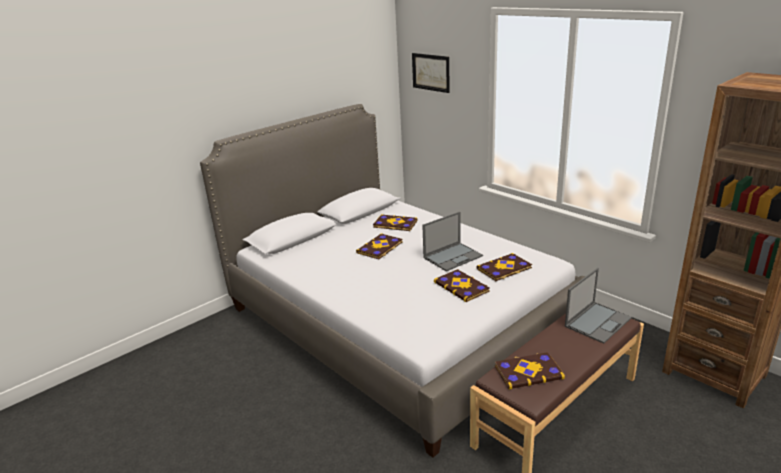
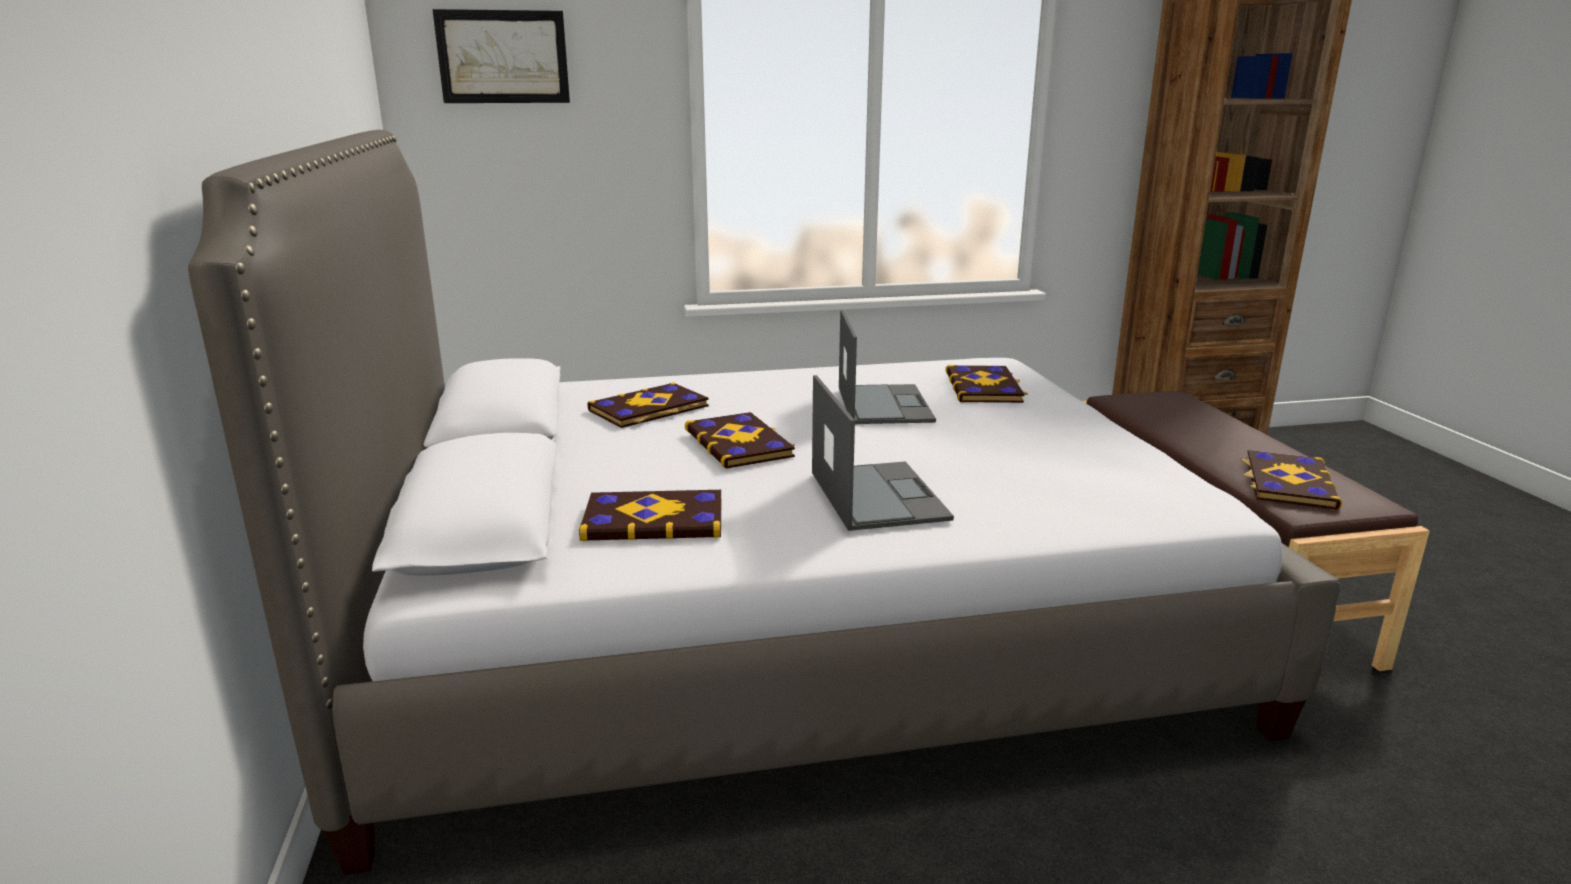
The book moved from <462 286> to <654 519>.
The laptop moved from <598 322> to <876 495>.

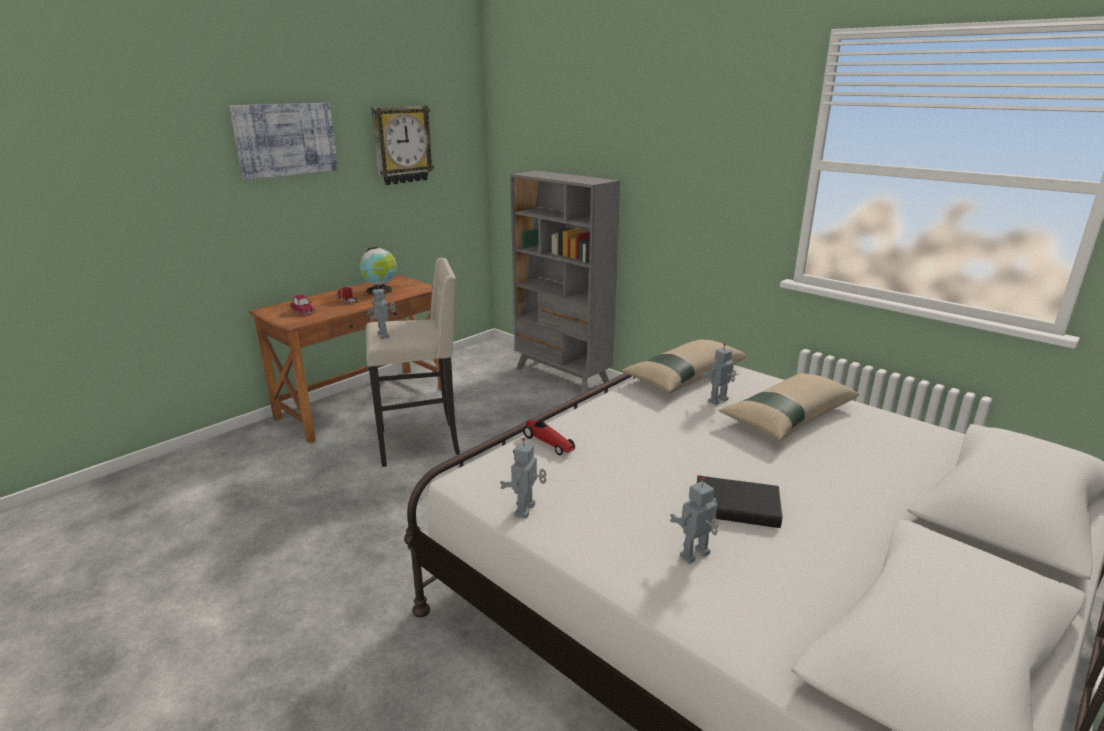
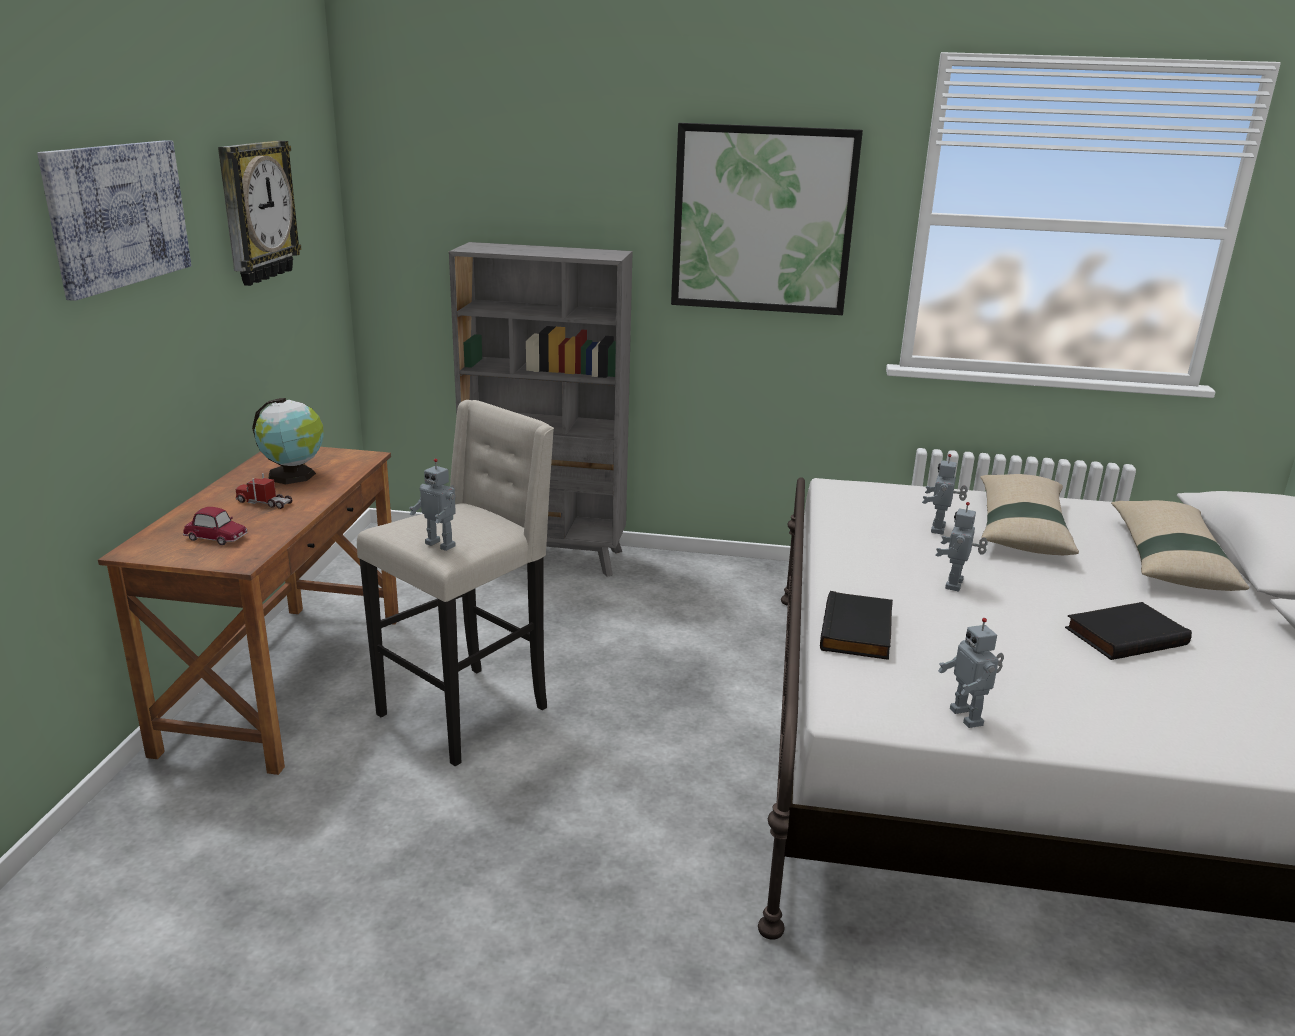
The toy car at <548 443> was replaced by the black book at <859 631>.
The beige pillow moved from <684 375> to <1168 559>.
The toy robot moved from <696 556> to <956 585>.
The picture at <762 220> appeared.

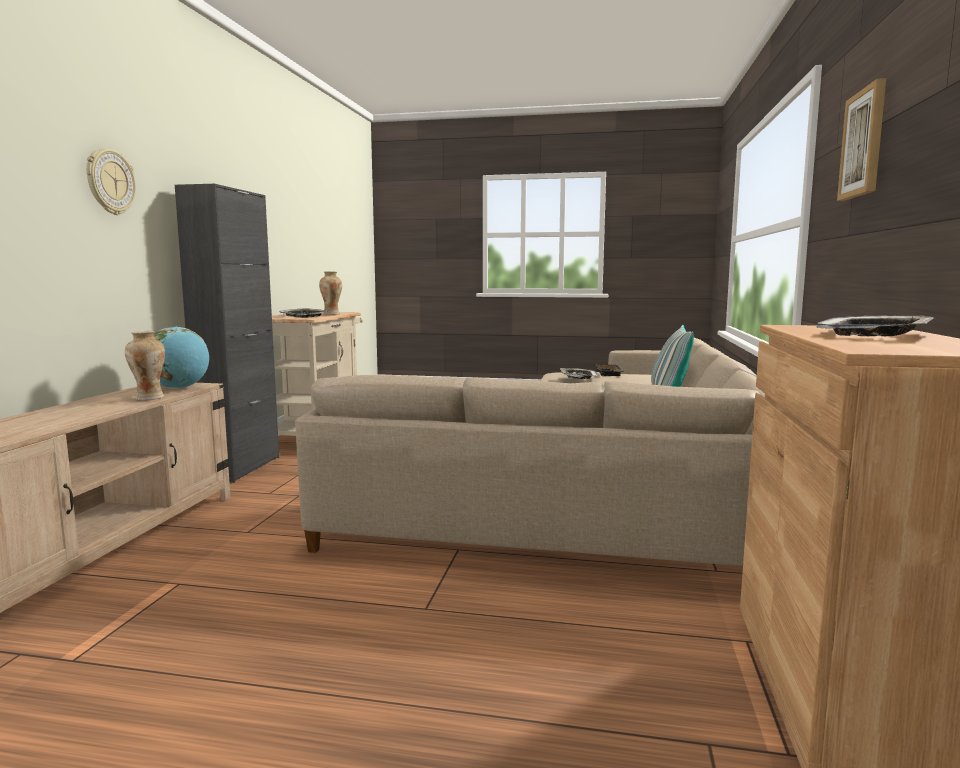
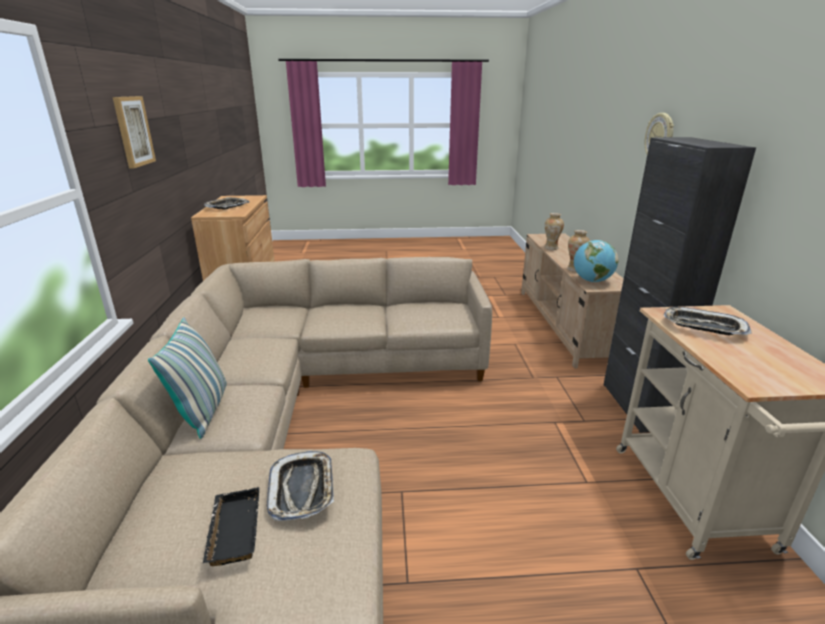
The vase moved from <332 314> to <551 248>.

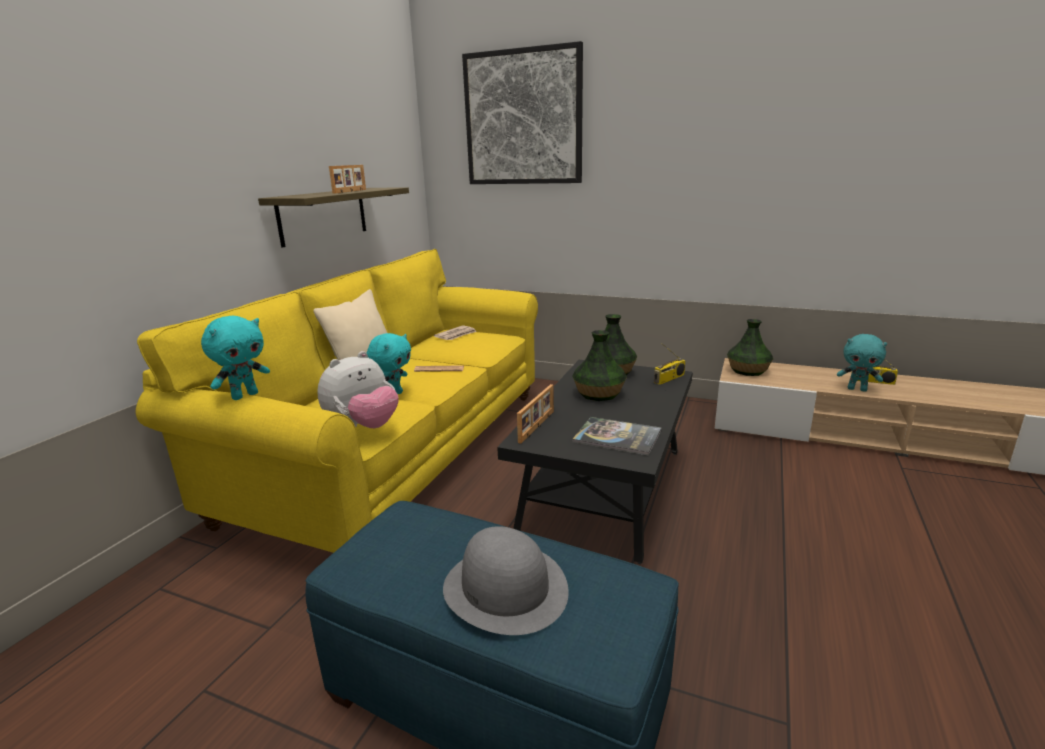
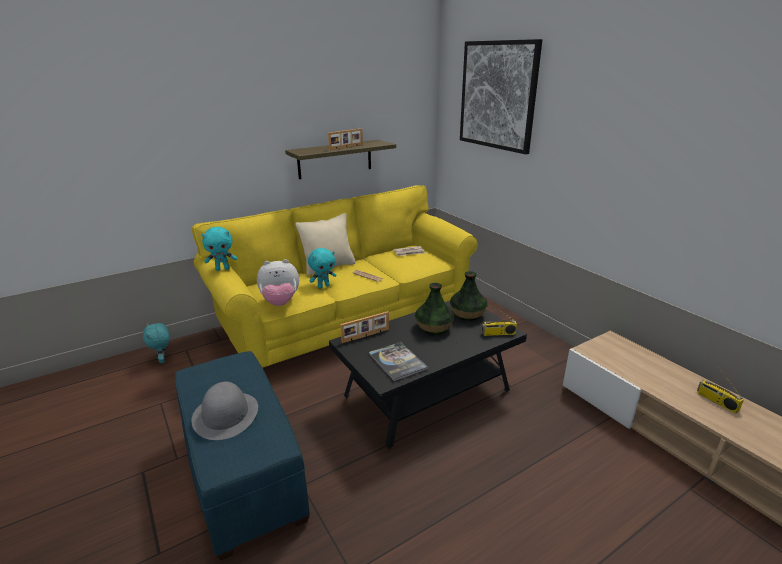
The vase at <748 371> disappeared.
The turquoise plush toy moved from <857 389> to <163 360>.

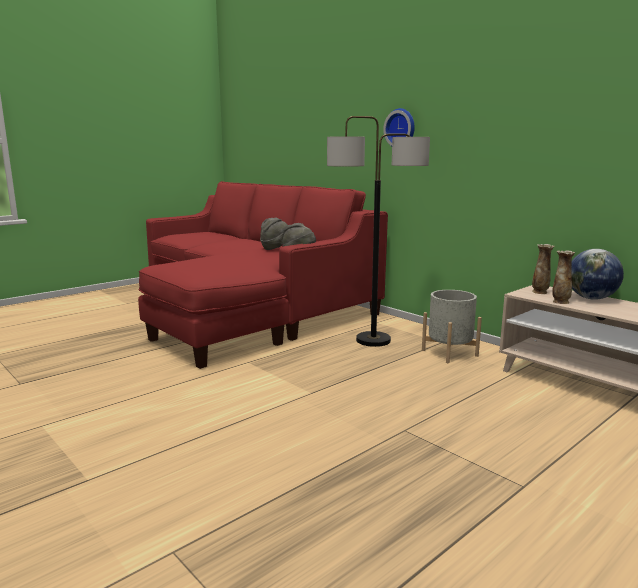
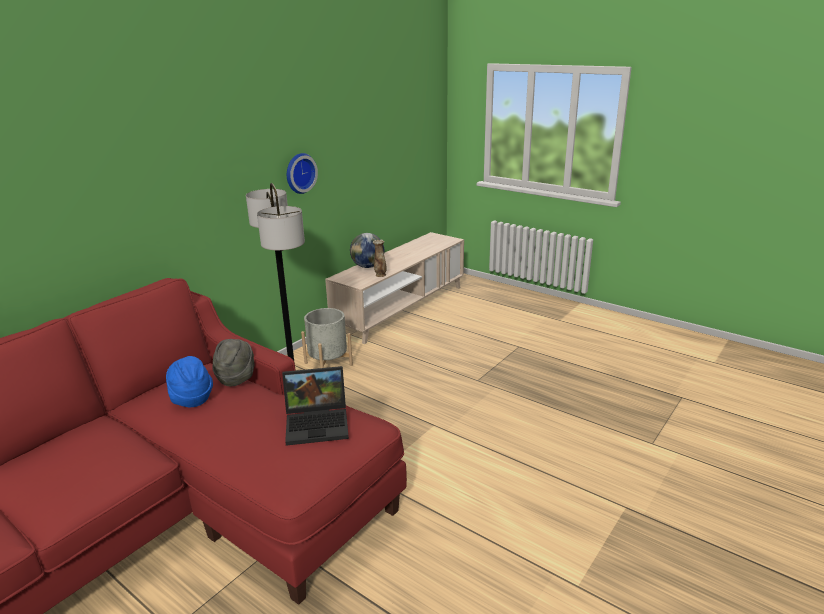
The grey hat at <276 248> became the blue hat at <191 398>.
The wall clock moved from <401 128> to <299 173>.
The vase at <540 292> disappeared.
The laptop at <319 423> appeared.

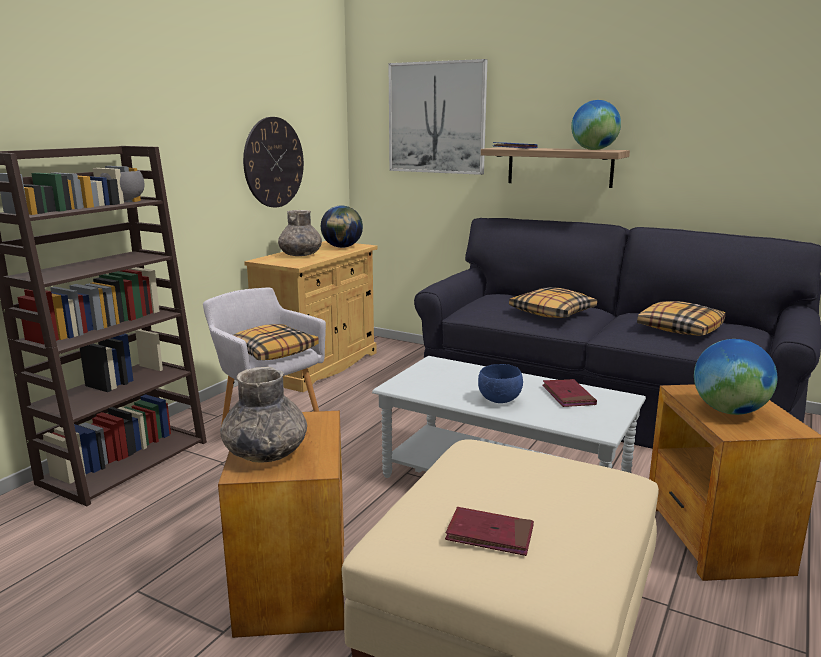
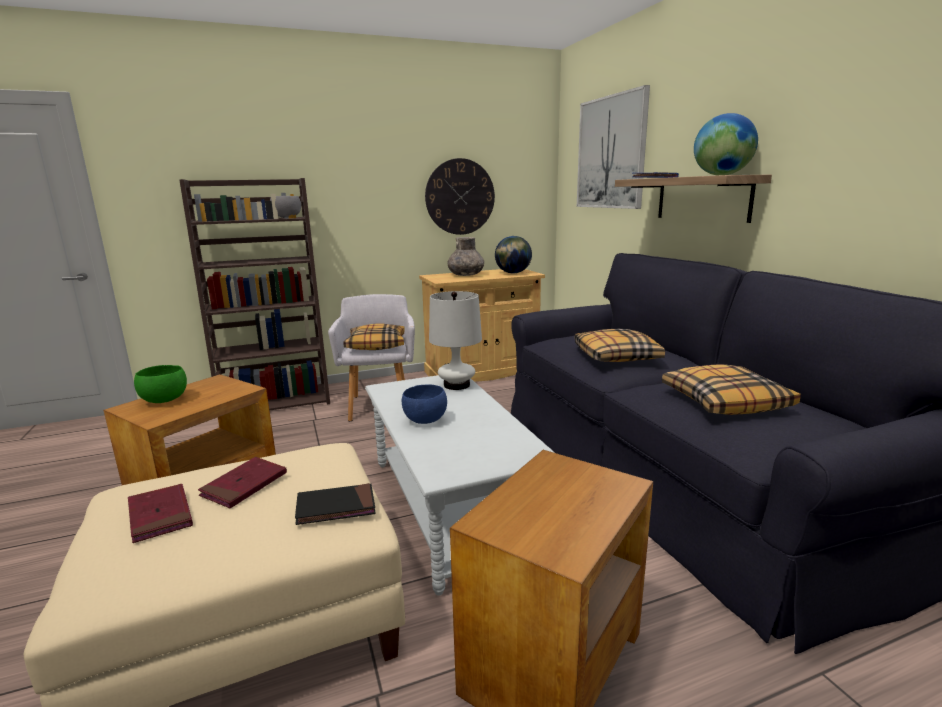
The grey vase at <265 453> was replaced by the green bowl at <164 400>.
The red book moved from <568 396> to <244 485>.
The globe at <729 411> disappeared.
The black book at <336 507> appeared.
The white table lamp at <456 385> appeared.

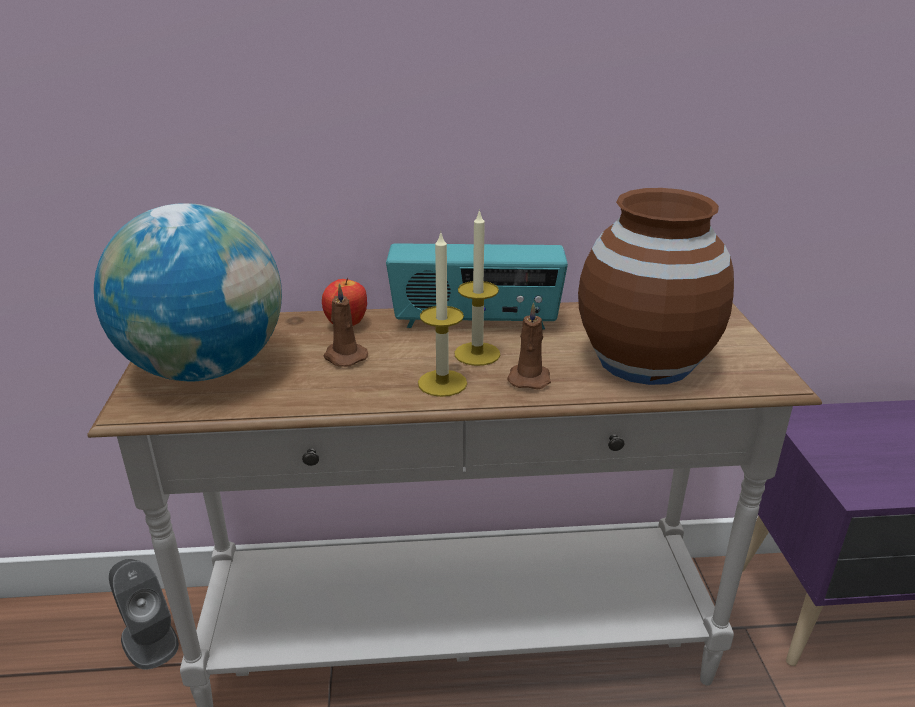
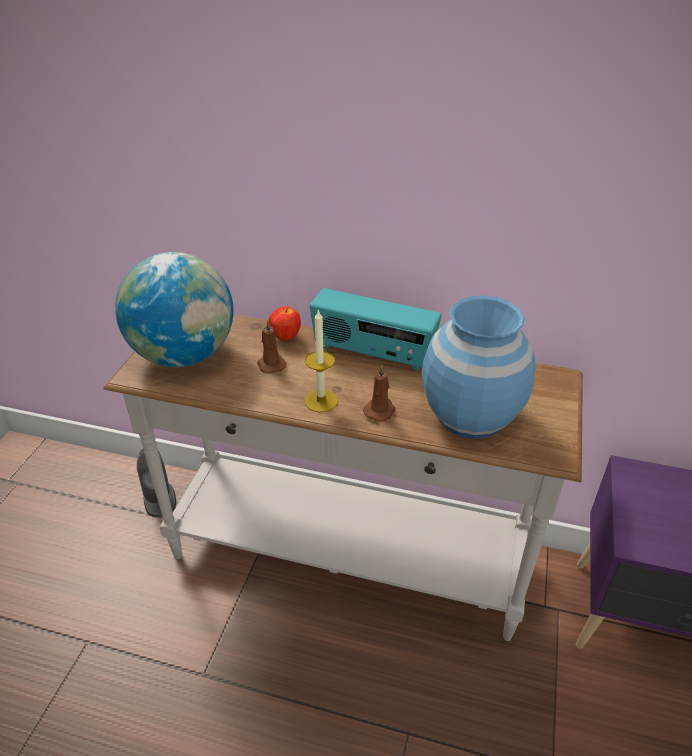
The candle at <477 354> disappeared.
The brown vase at <644 361> became the blue vase at <470 415>.

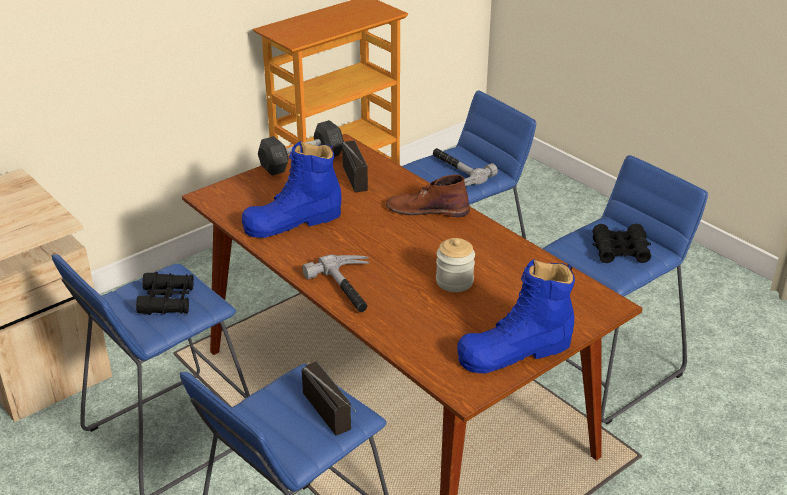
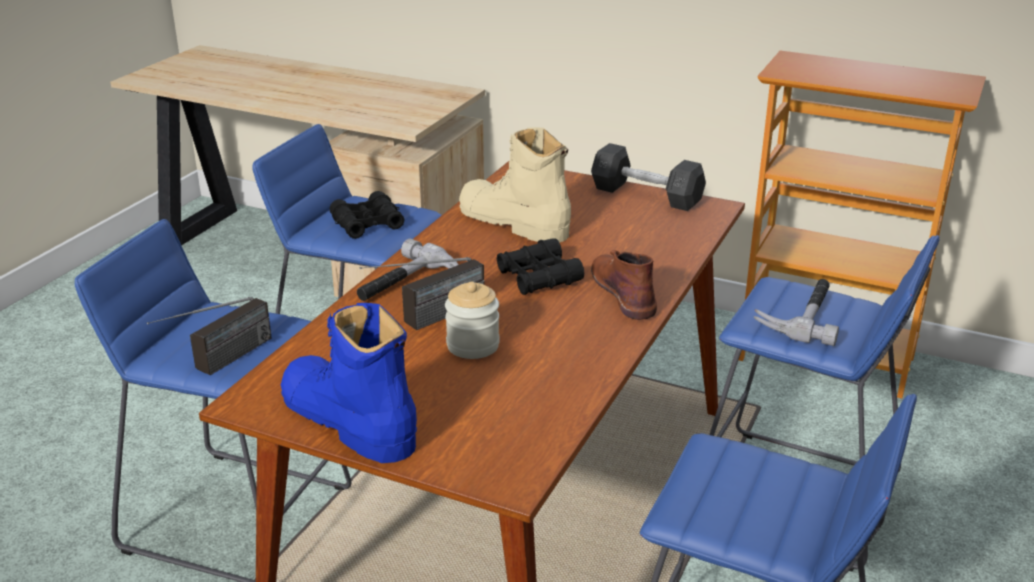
The blue boot at <293 221> became the beige boot at <513 222>.
The radio moved from <360 185> to <427 320>.
The black binoculars moved from <620 250> to <539 277>.

